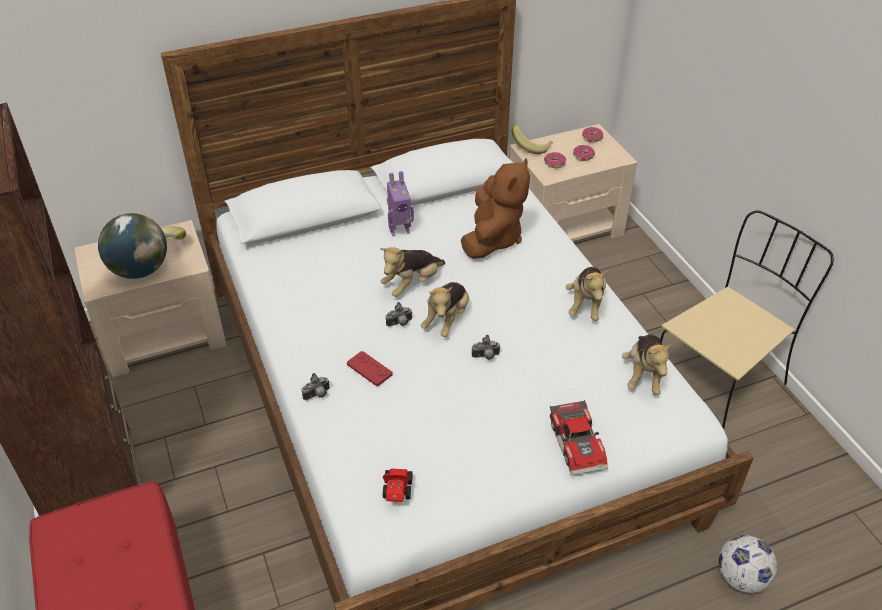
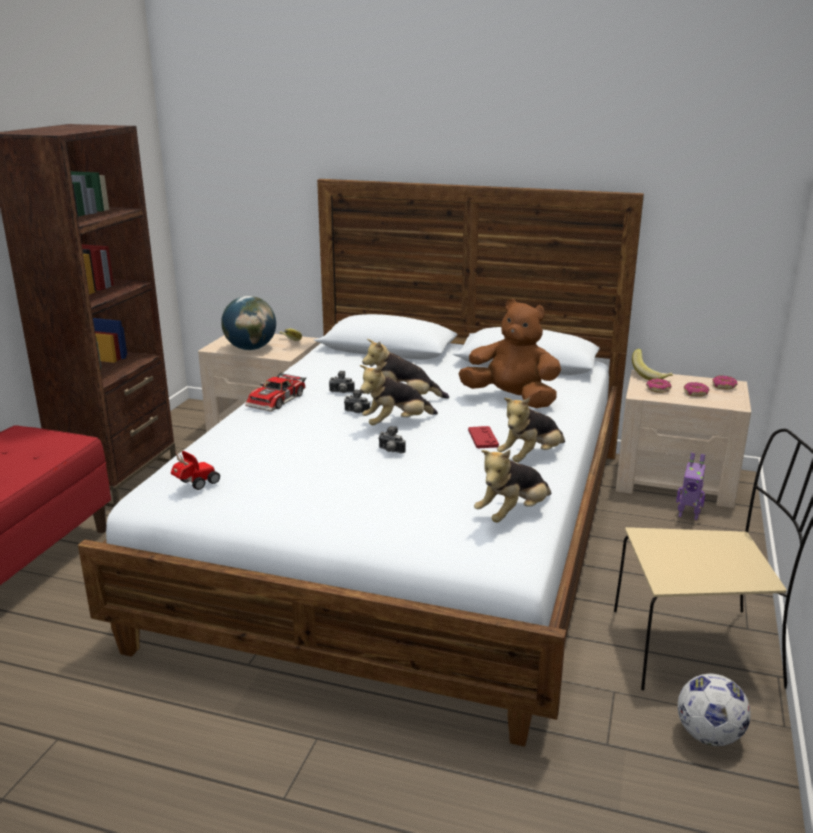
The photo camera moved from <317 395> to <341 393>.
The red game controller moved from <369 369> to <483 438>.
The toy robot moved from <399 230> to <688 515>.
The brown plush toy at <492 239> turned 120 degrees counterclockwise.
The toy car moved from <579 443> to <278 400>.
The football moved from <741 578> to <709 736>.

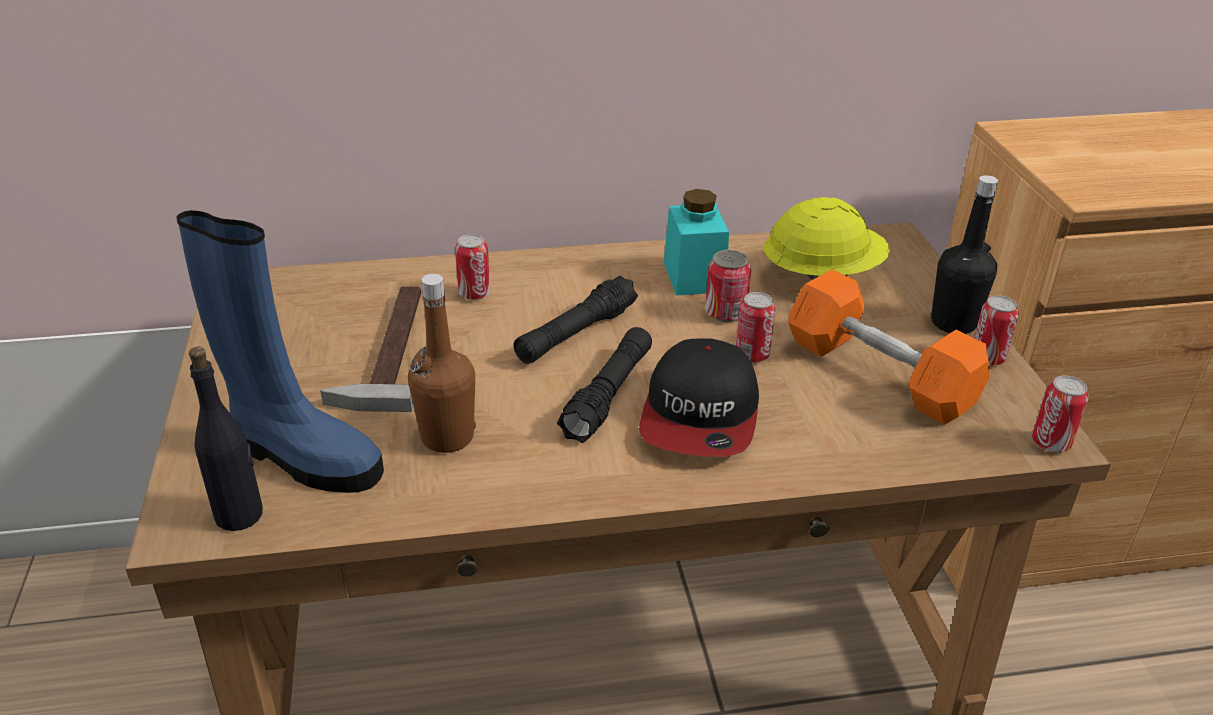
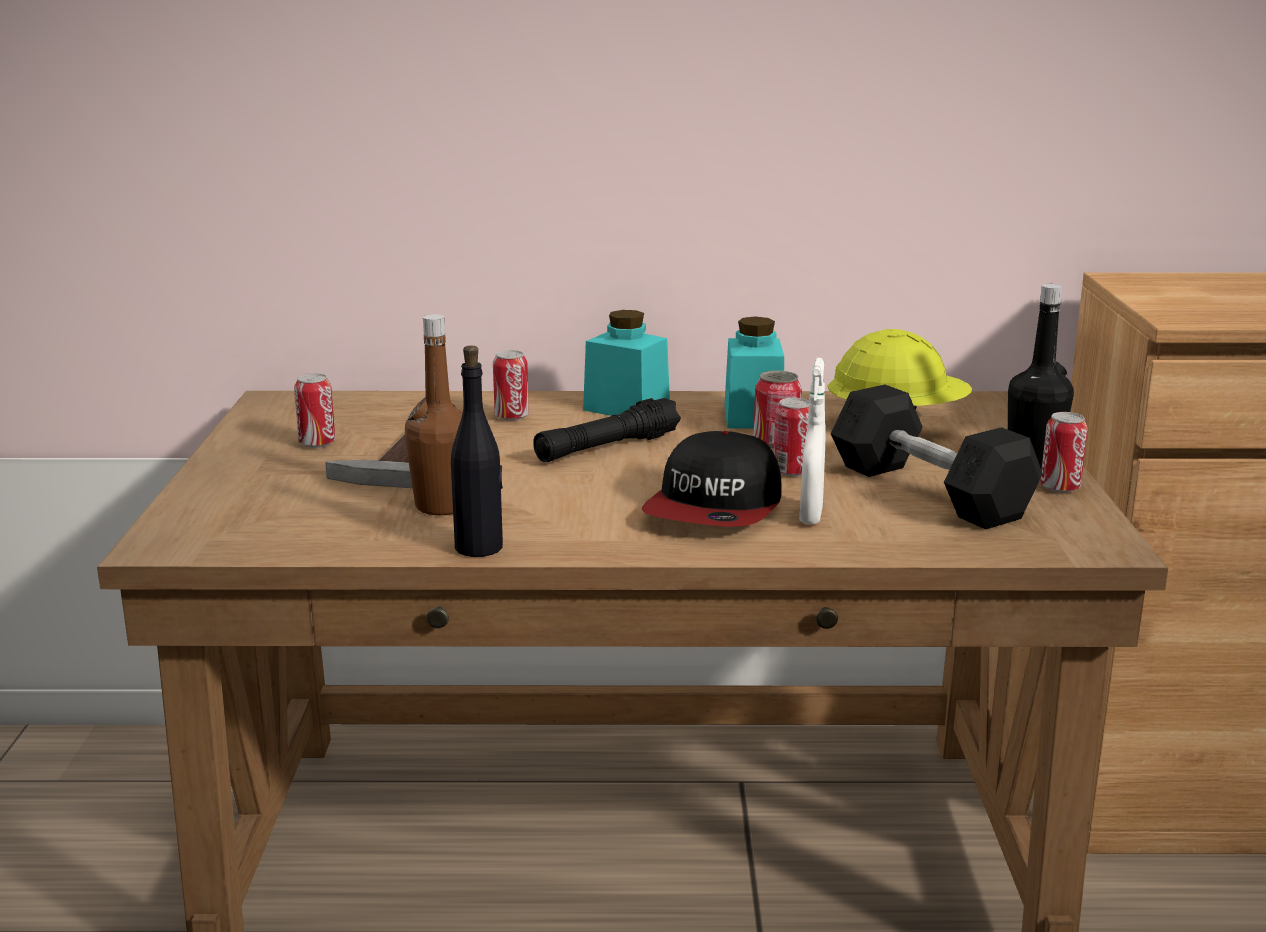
The blue boot at <302 457> disappeared.
The black bottle moved from <240 515> to <480 547>.
The black flashlight at <608 395> disappeared.
The orange dumbbell at <879 373> became the black dumbbell at <929 491>.
The can moved from <1050 443> to <317 443>.
The turquoise jar at <626 408> appeared.
The white spray bottle at <811 516> appeared.

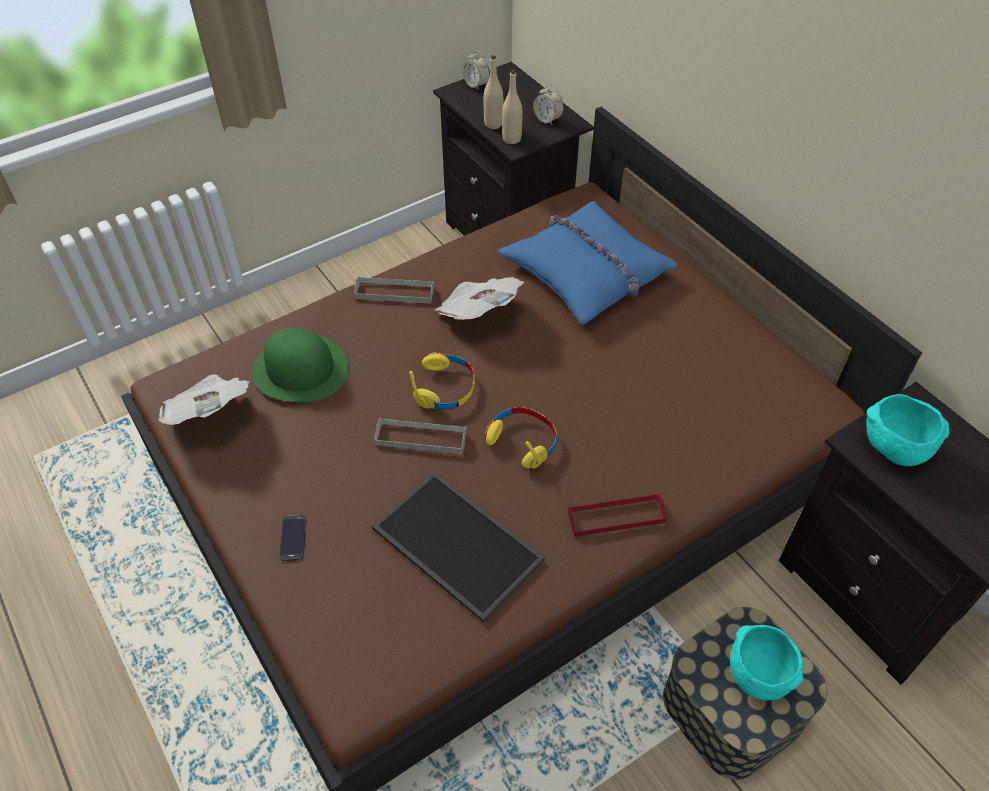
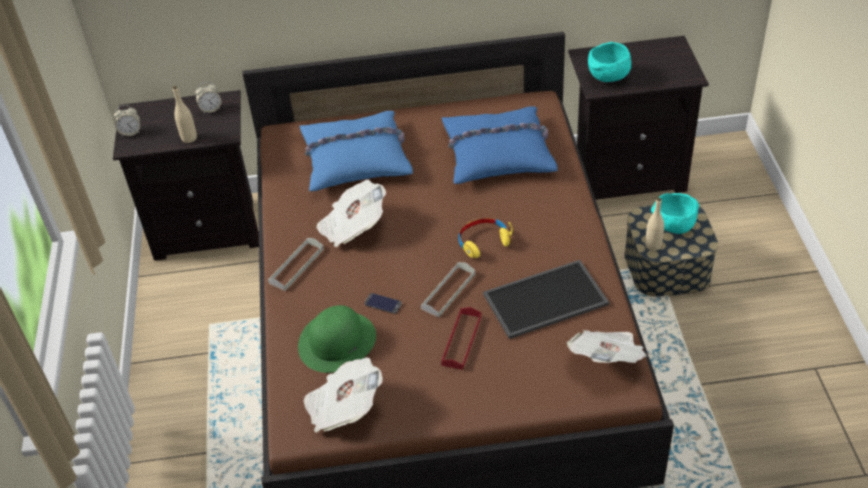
The phone moved from <293 538> to <383 303>.
The yellow headphones at <445 388> disappeared.
The beige bottle moved from <511 139> to <653 245>.
The red tray moved from <616 517> to <461 340>.
The blue pillow at <498 154> appeared.
The newspaper at <607 359> appeared.

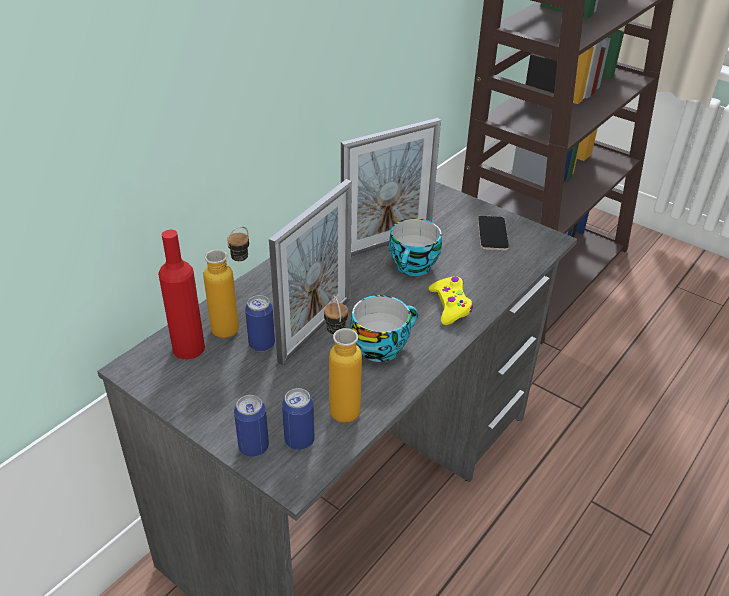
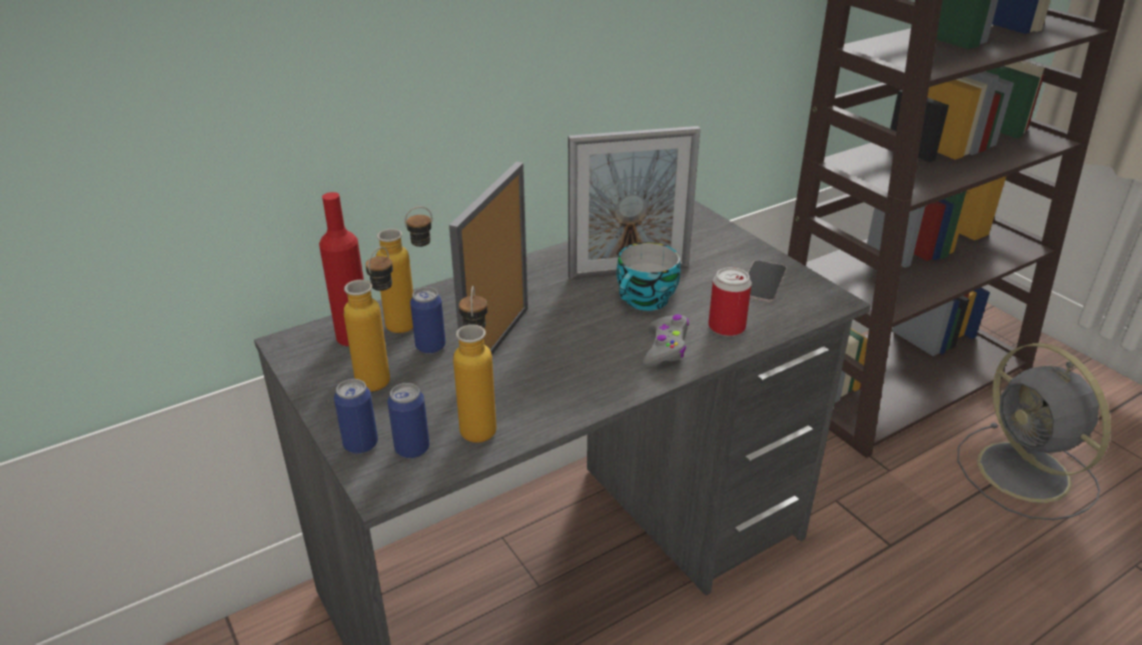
The picture frame at <315 329> turned 150 degrees clockwise.
The cup at <381 346> disappeared.
The yellow game controller at <450 305> became the grey game controller at <666 348>.
The bottle at <382 375> appeared.
The can at <726 327> appeared.
The grey fan at <1026 474> appeared.

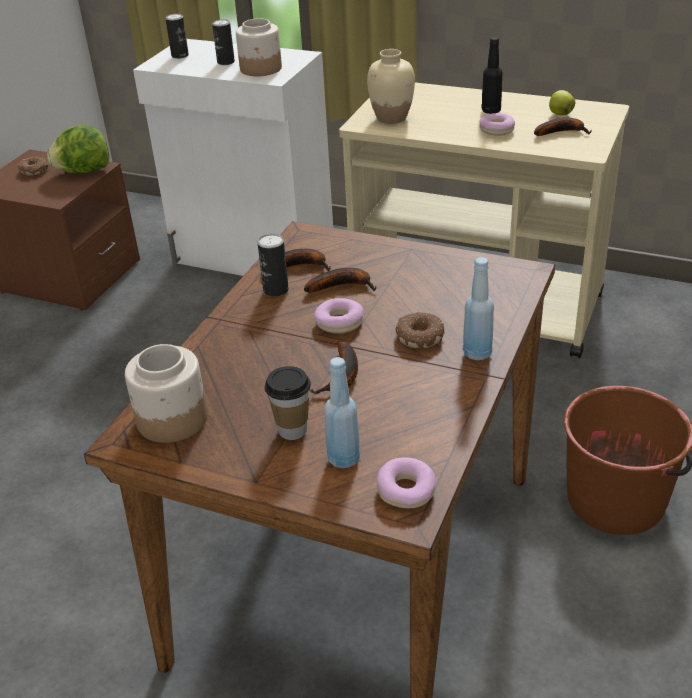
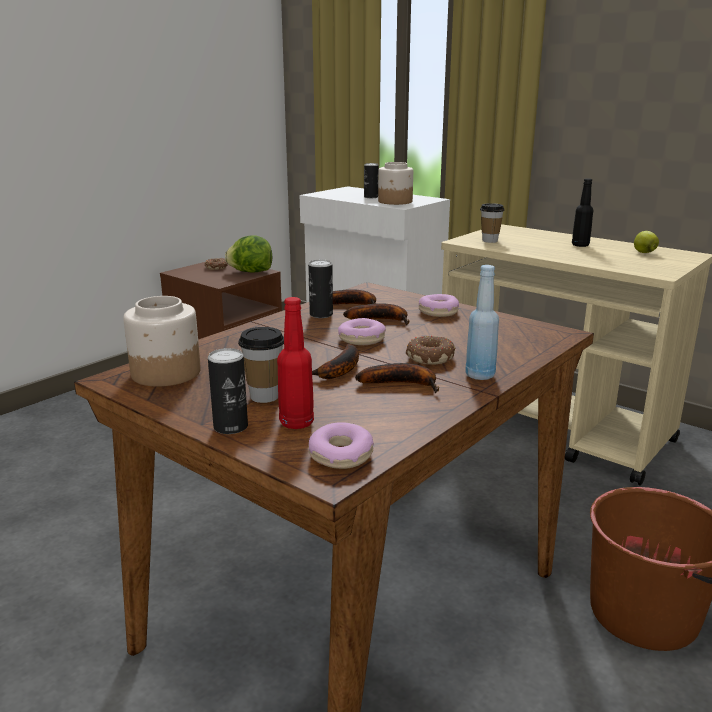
The can moved from <180 55> to <230 427>.
The blue bottle at <343 458> became the red bottle at <296 422>.
The beige vase at <391 118> was replaced by the cup at <489 241>.
The donut moved from <496 130> to <438 312>.
The banana moved from <561 132> to <403 383>.

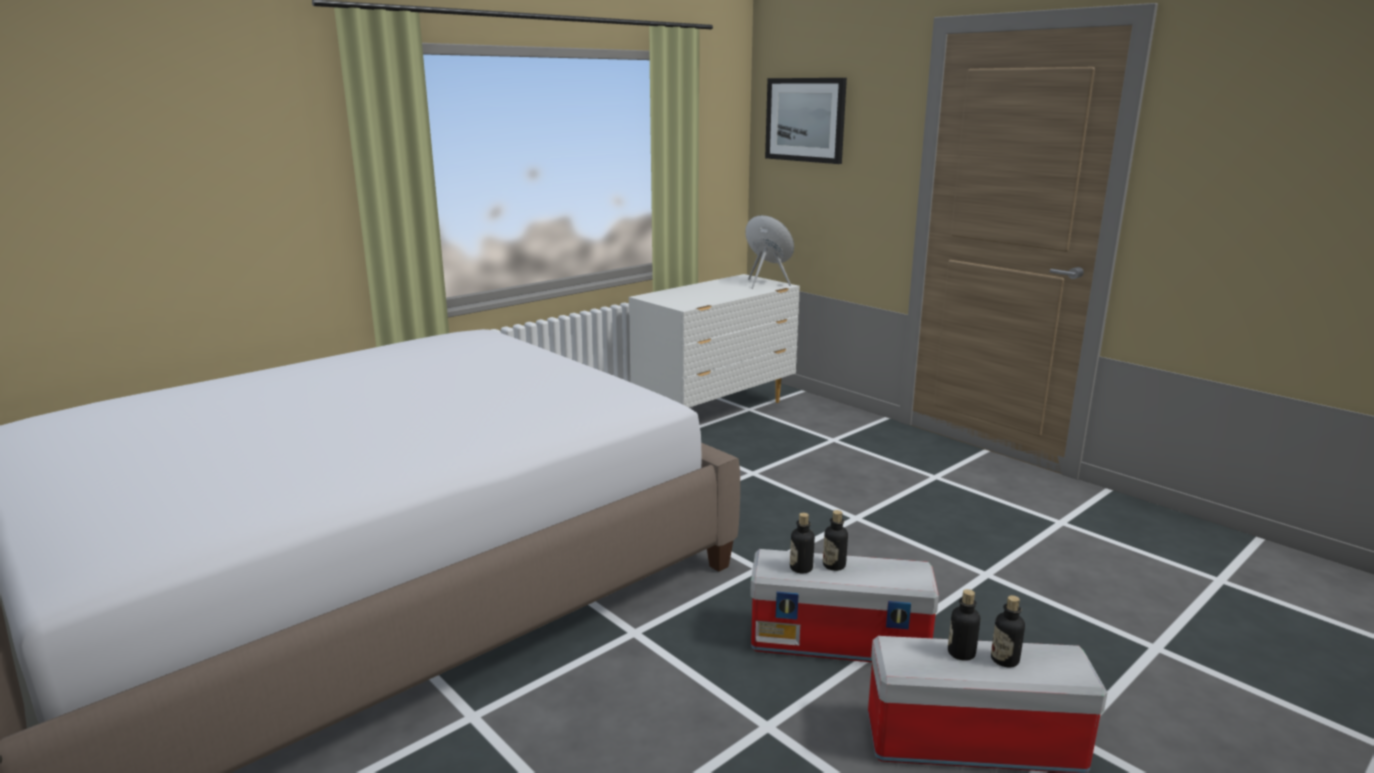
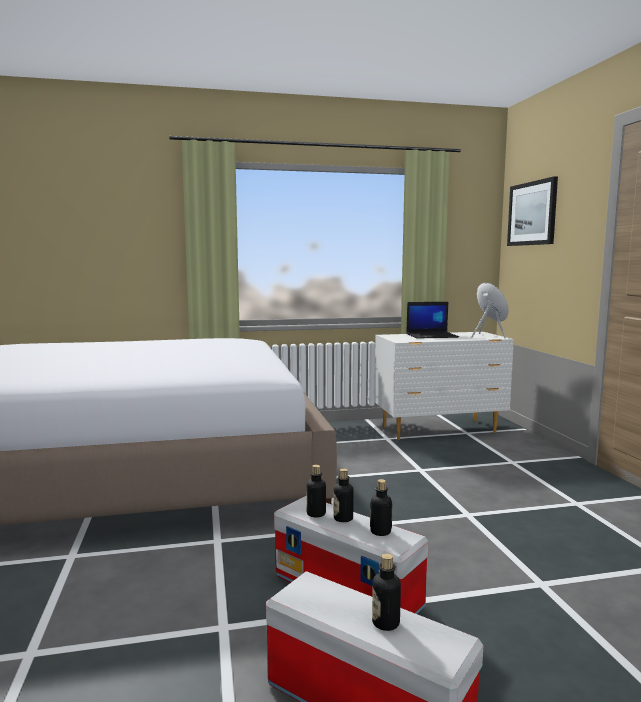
The bottle moved from <961 653> to <380 531>.
The laptop at <432 336> appeared.

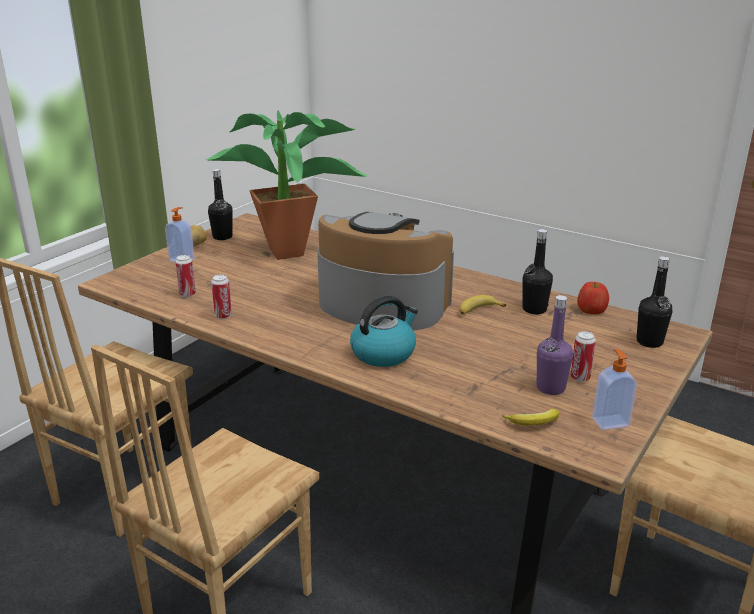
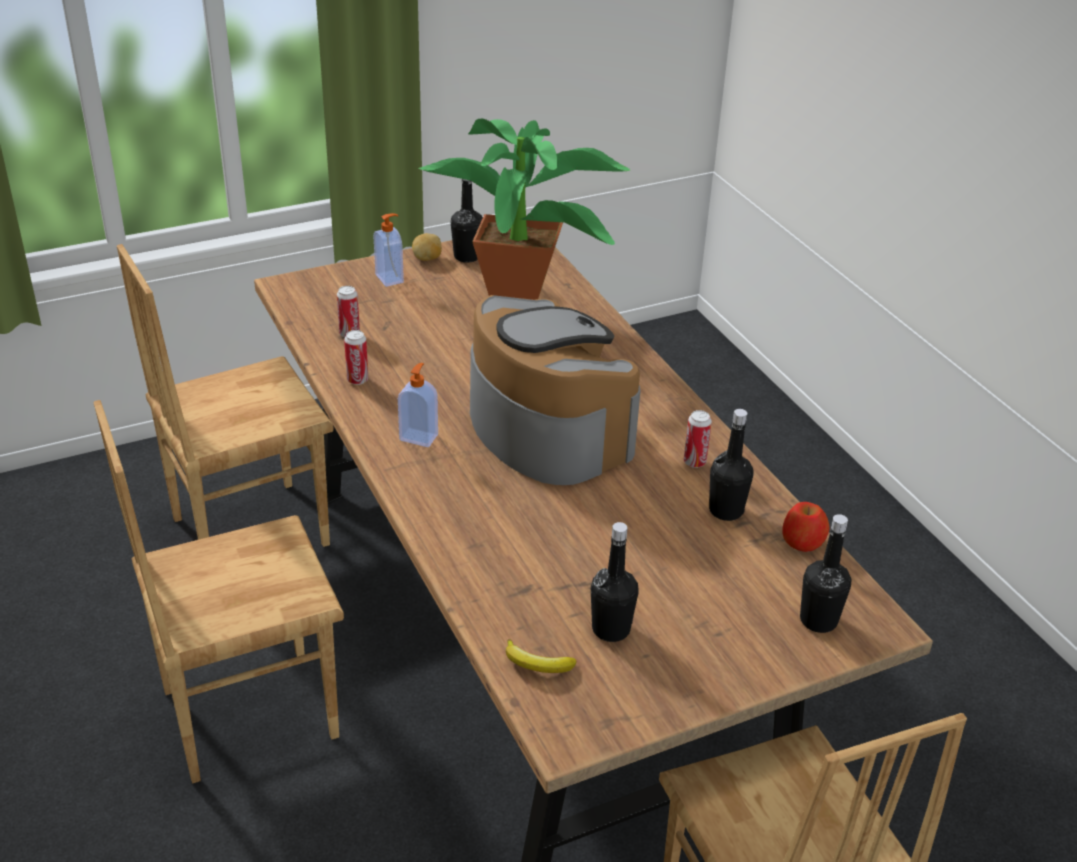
The kettle at <384 353> disappeared.
The banana at <478 311> disappeared.
The purple bottle at <550 388> became the black bottle at <611 629>.
The can moved from <580 378> to <694 462>.
The soap dispenser moved from <610 421> to <419 437>.

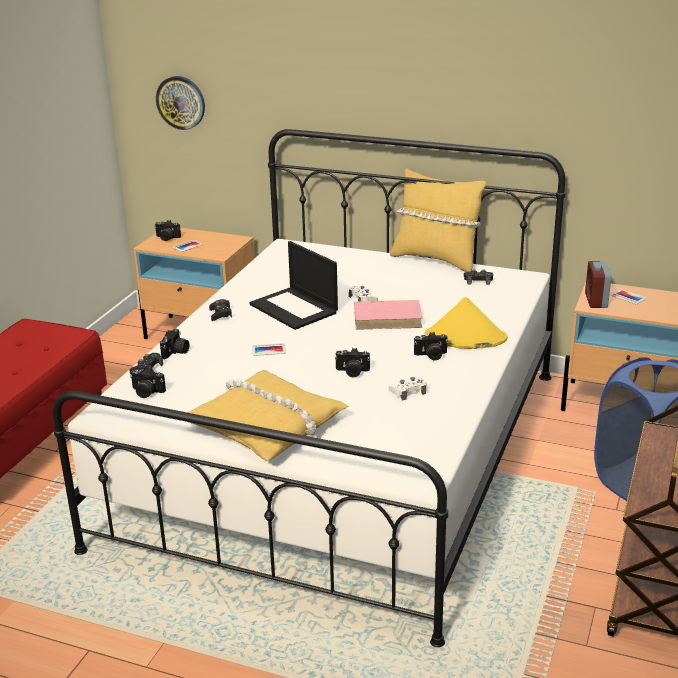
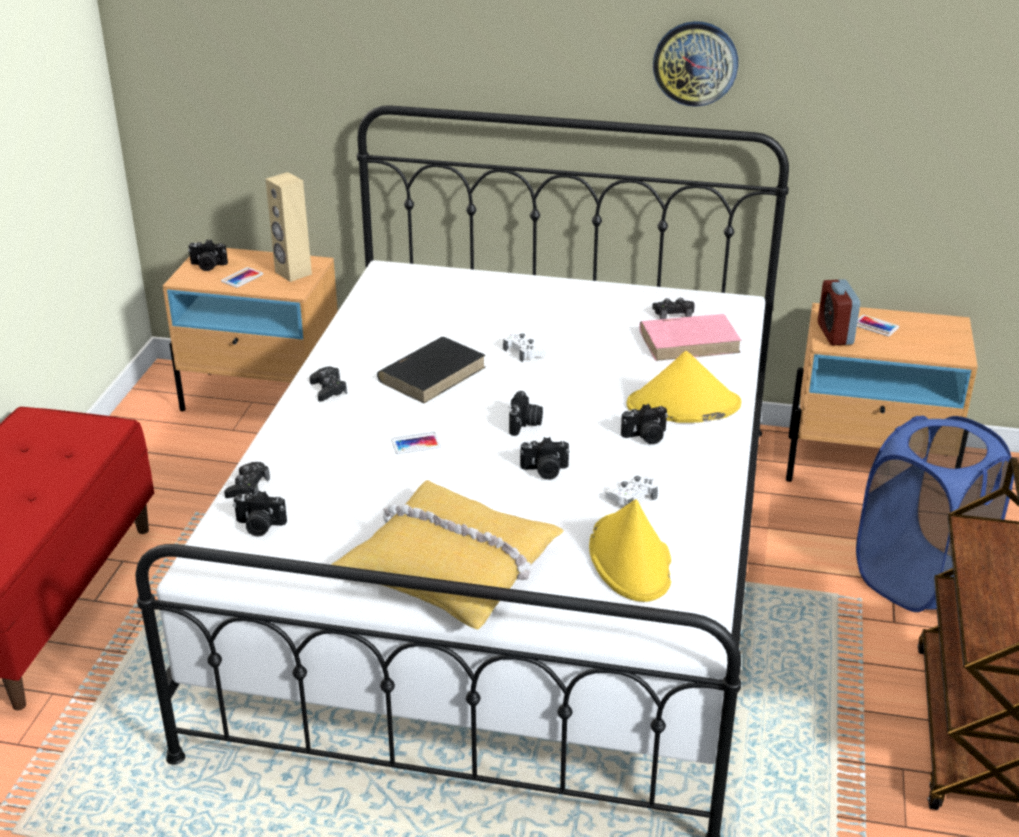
The wall clock moved from <181 102> to <695 63>.
The photo camera moved from <176 352> to <525 424>.
The laptop at <295 308> was replaced by the black book at <432 373>.
The pink book moved from <388 318> to <690 341>.
The yellow pillow at <436 259> disappeared.
The beige speaker at <293 273> appeared.
The yellow hat at <630 559> appeared.

